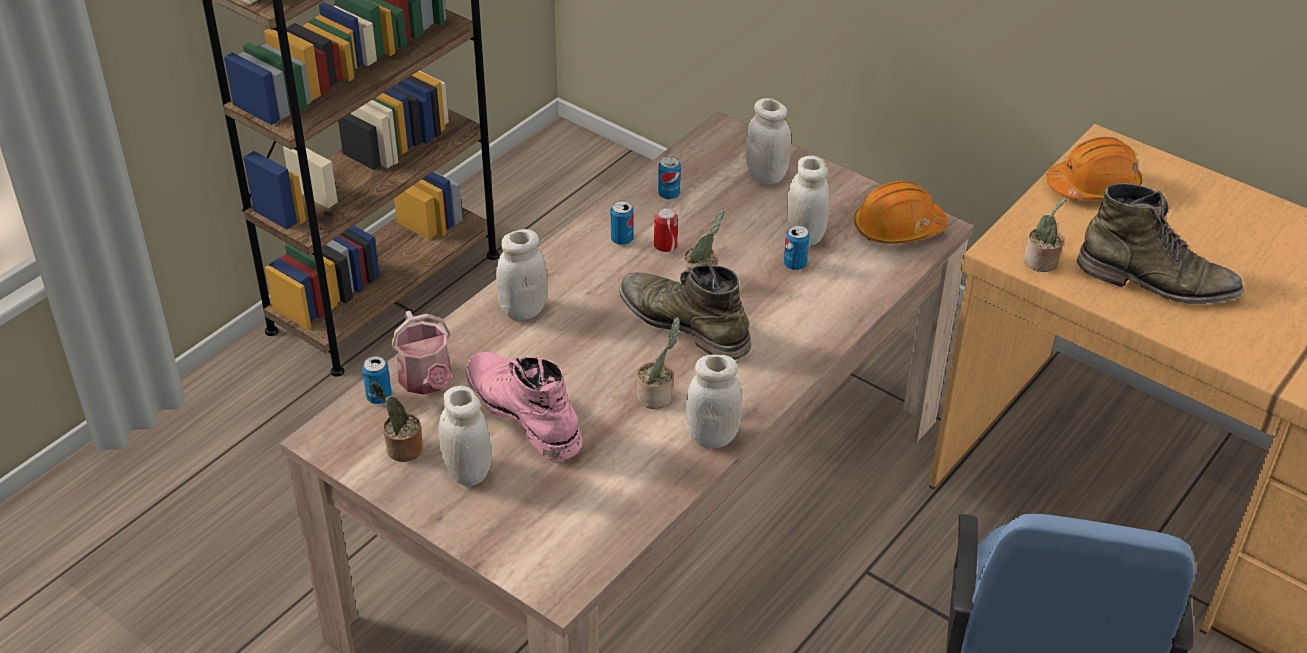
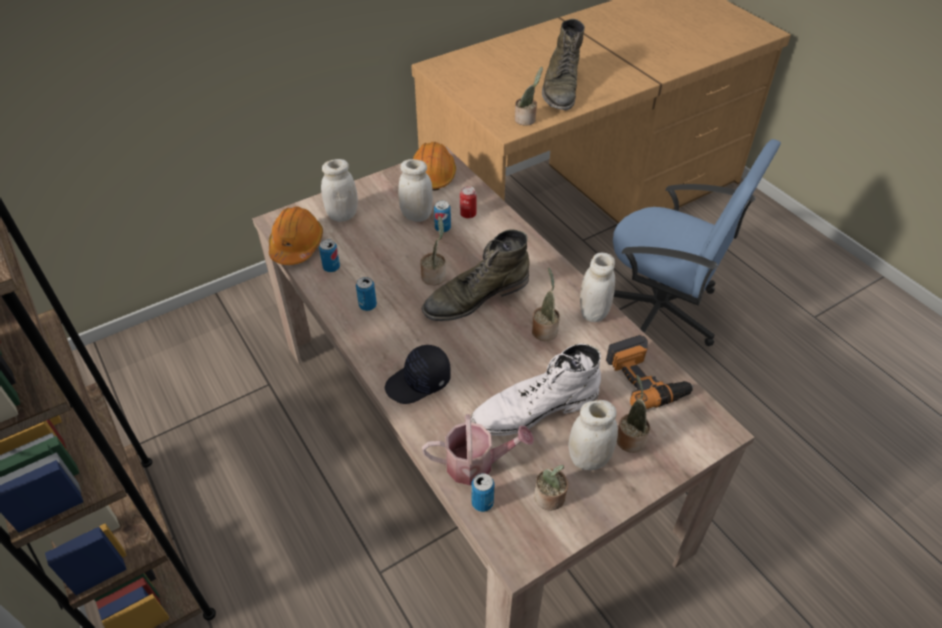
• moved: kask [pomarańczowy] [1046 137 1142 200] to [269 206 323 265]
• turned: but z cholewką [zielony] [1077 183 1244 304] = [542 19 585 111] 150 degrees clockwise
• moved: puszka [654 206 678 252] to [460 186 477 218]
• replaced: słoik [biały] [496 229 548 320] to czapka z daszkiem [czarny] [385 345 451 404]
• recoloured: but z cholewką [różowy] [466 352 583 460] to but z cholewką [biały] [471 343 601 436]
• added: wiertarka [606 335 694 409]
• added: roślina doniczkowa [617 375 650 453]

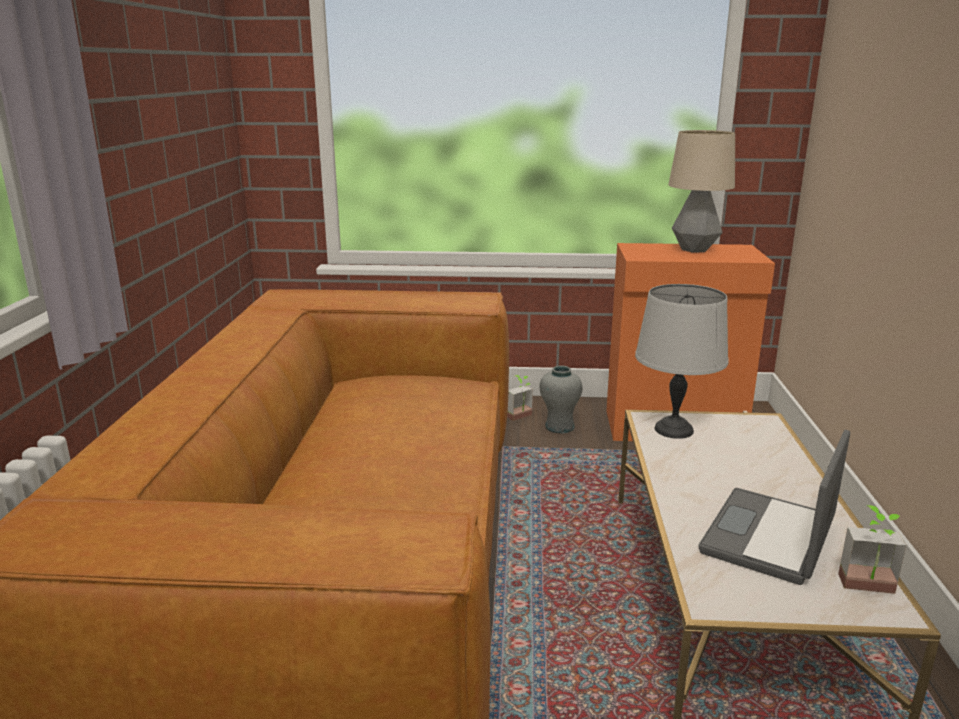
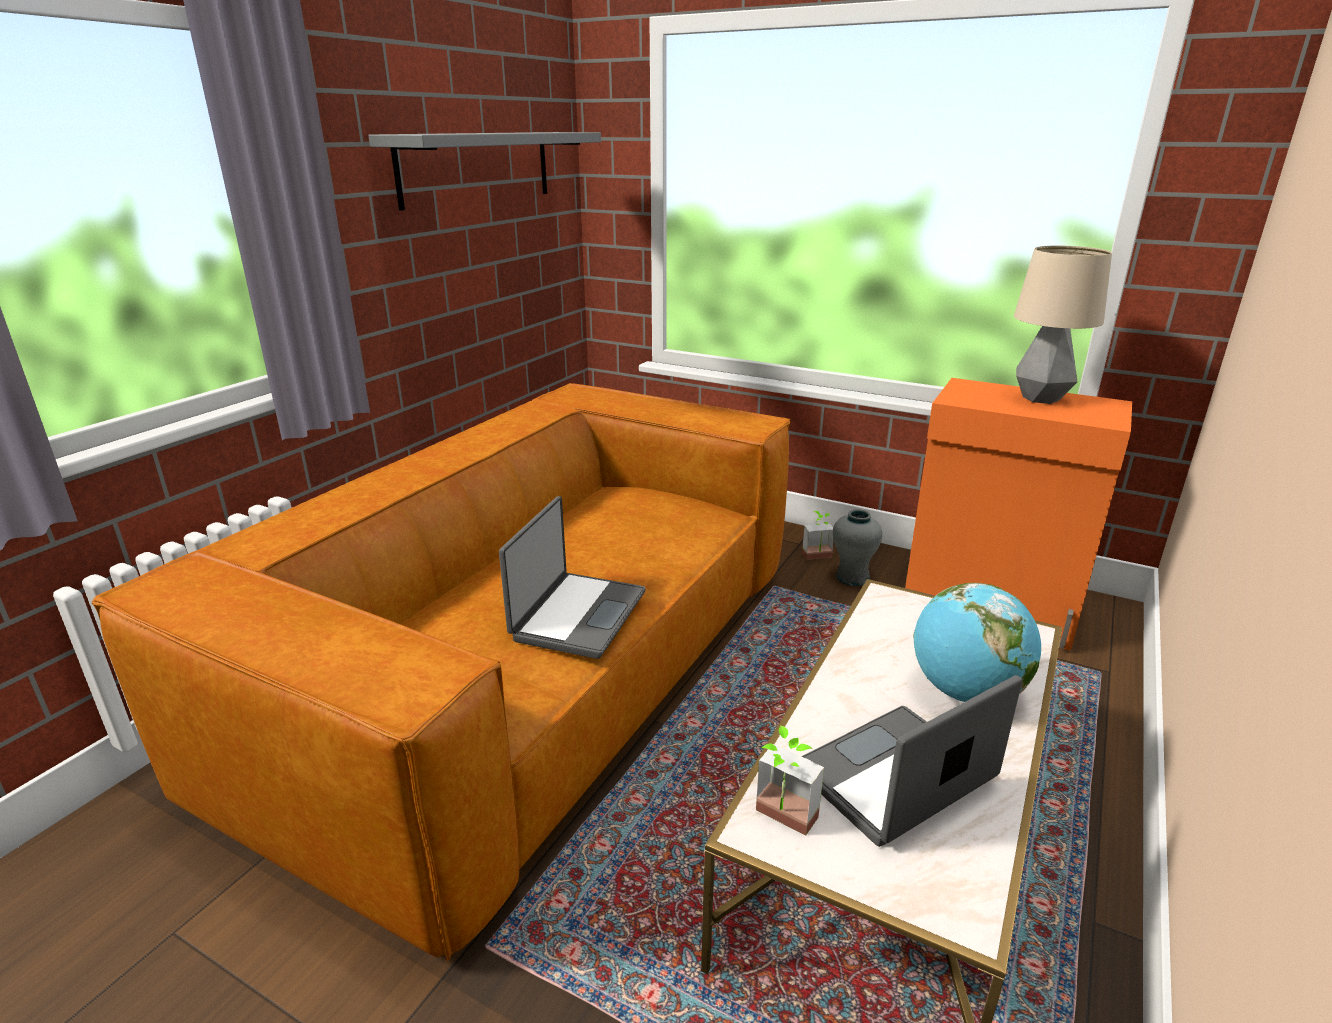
• removed: lampa stołowa [szary] [635 284 729 439]
• moved: roślina doniczkowa [838 505 906 594] to [756 726 824 836]
• added: półka [szary] [368 132 601 211]
• added: laptop [499 496 646 659]
• added: globus [913 583 1041 702]

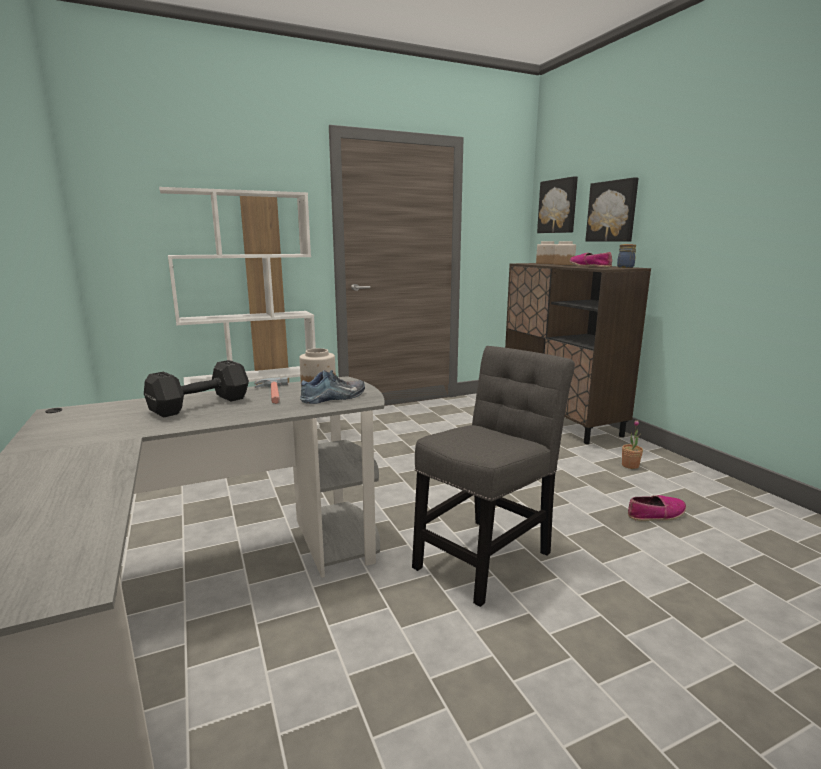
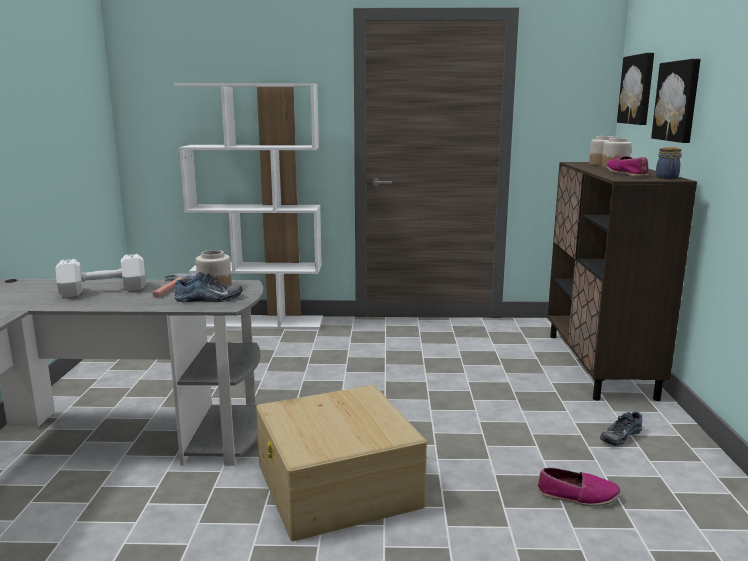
• replaced: krzesło [szary] [412 346 575 607] to pojemnik do przechowywania [beżowy] [256 385 428 541]
• recoloured: hantel [czarny] [144 360 249 417] to hantel [biały] [55 254 146 297]
• replaced: roślina doniczkowa [622 420 643 469] to but [600 411 642 446]

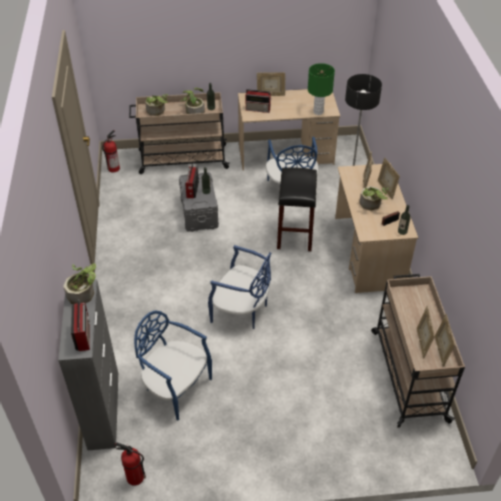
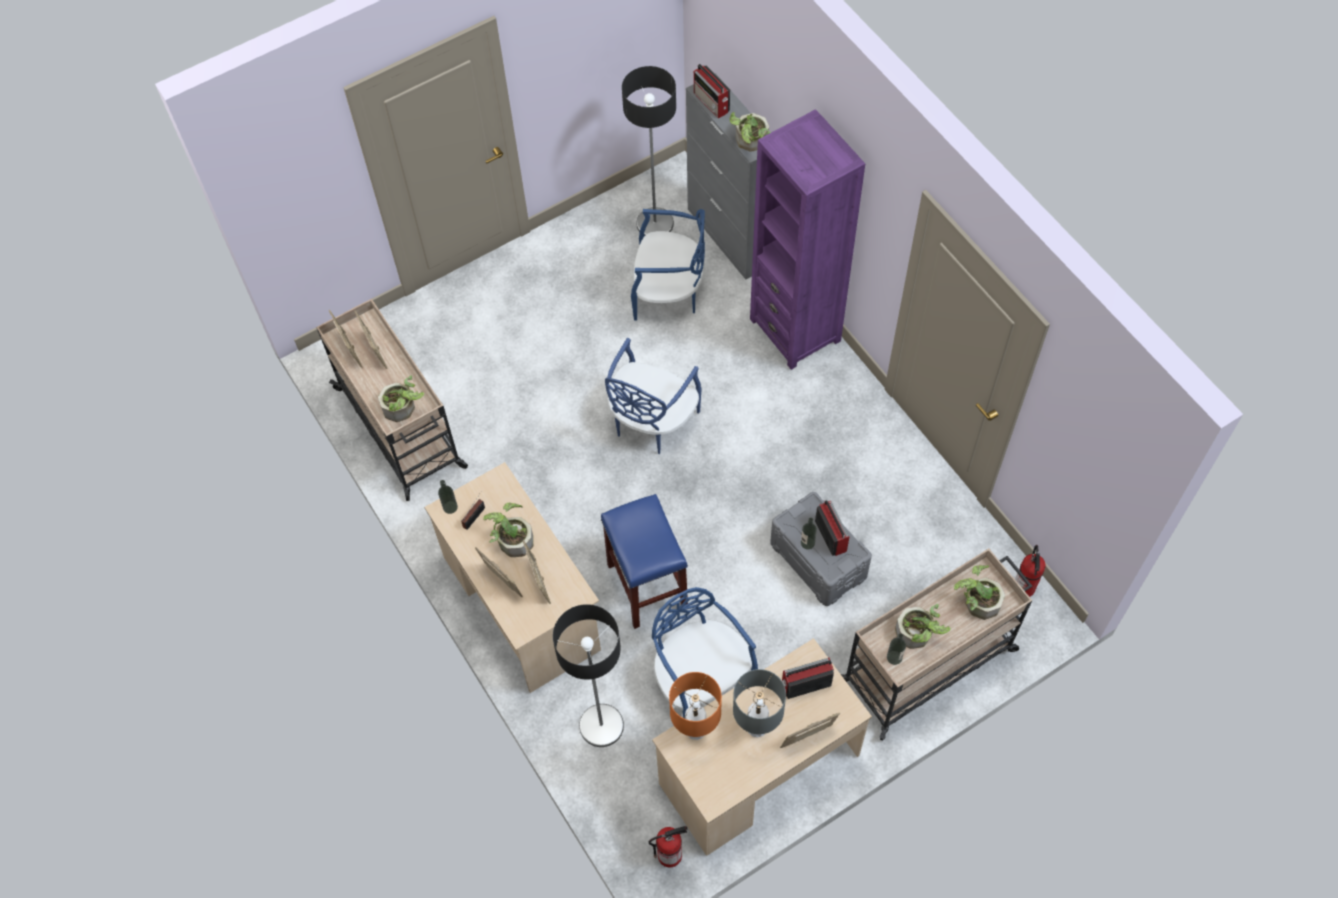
• recoloured: lampa stołowa [zielony] [308 63 335 115] to lampa stołowa [pomarańczowy] [669 672 722 740]
• recoloured: stołek [czarny] [277 168 317 251] to stołek [niebieski] [601 494 688 629]
• turned: krzesło [niebieski] [208 245 271 329] = [605 338 702 454] 60 degrees counterclockwise
• moved: gaśnica [114 442 146 486] to [649 826 688 867]
• added: lampa stojąca [622 66 676 235]
• added: regał [fioletowy] [750 109 865 370]
• added: roślina doniczkowa [378 375 424 422]
• added: lampa stołowa [szary] [733 669 786 737]

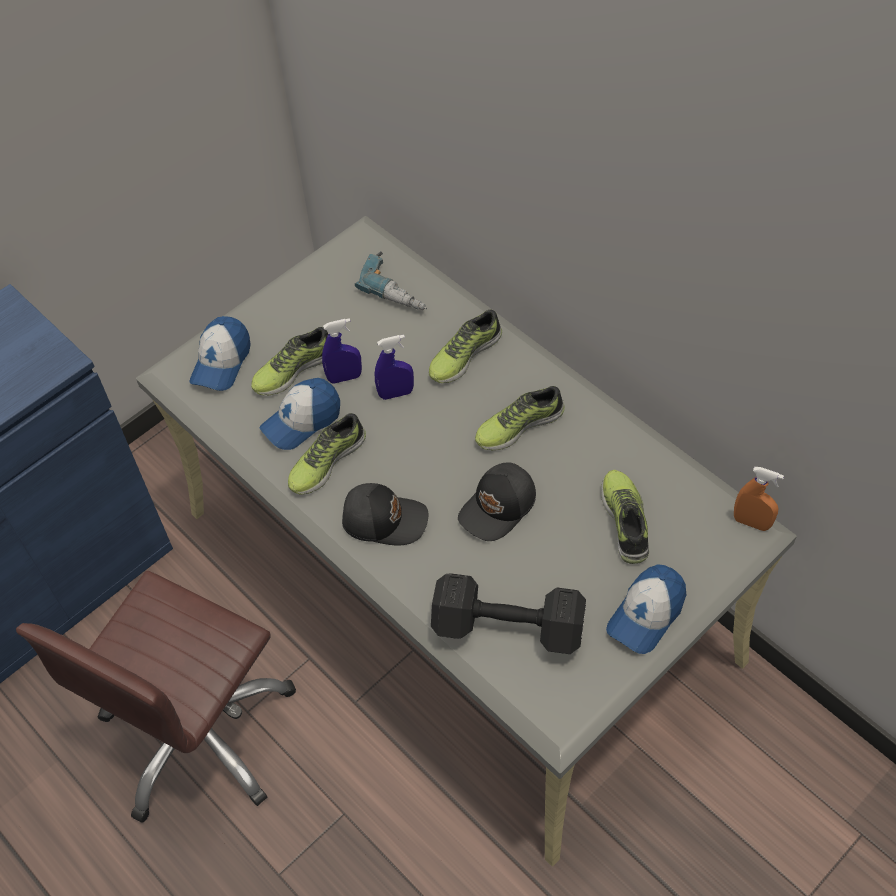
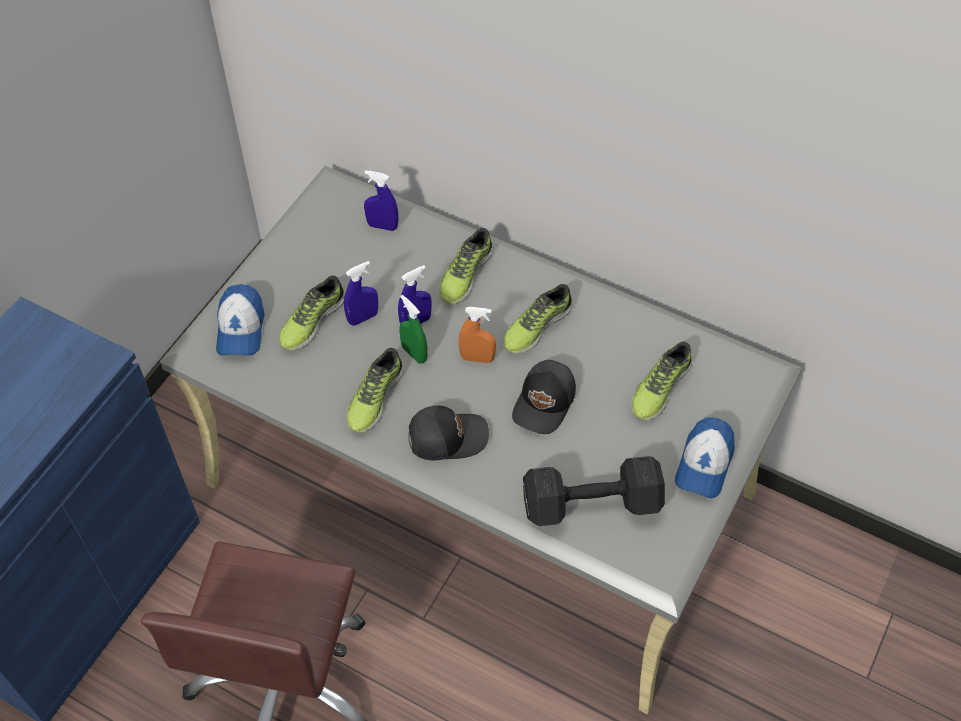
• replaced: wiertarka [355 251 427 310] to spryskiwacz [niebieski] [364 170 398 231]
• removed: czapka z daszkiem [260 378 340 450]
• moved: spryskiwacz [pomarańczowy] [734 467 784 531] to [459 307 496 363]
• turned: but [601 470 649 564] = [631 342 692 421] 120 degrees counterclockwise
• added: spryskiwacz [zielony] [399 295 428 364]

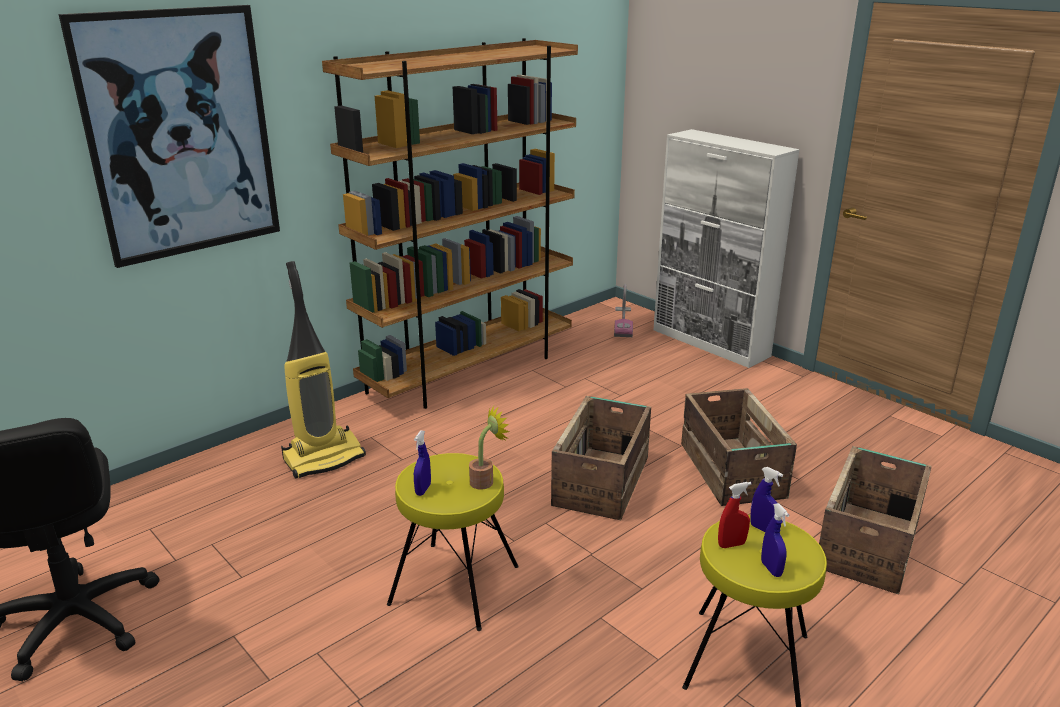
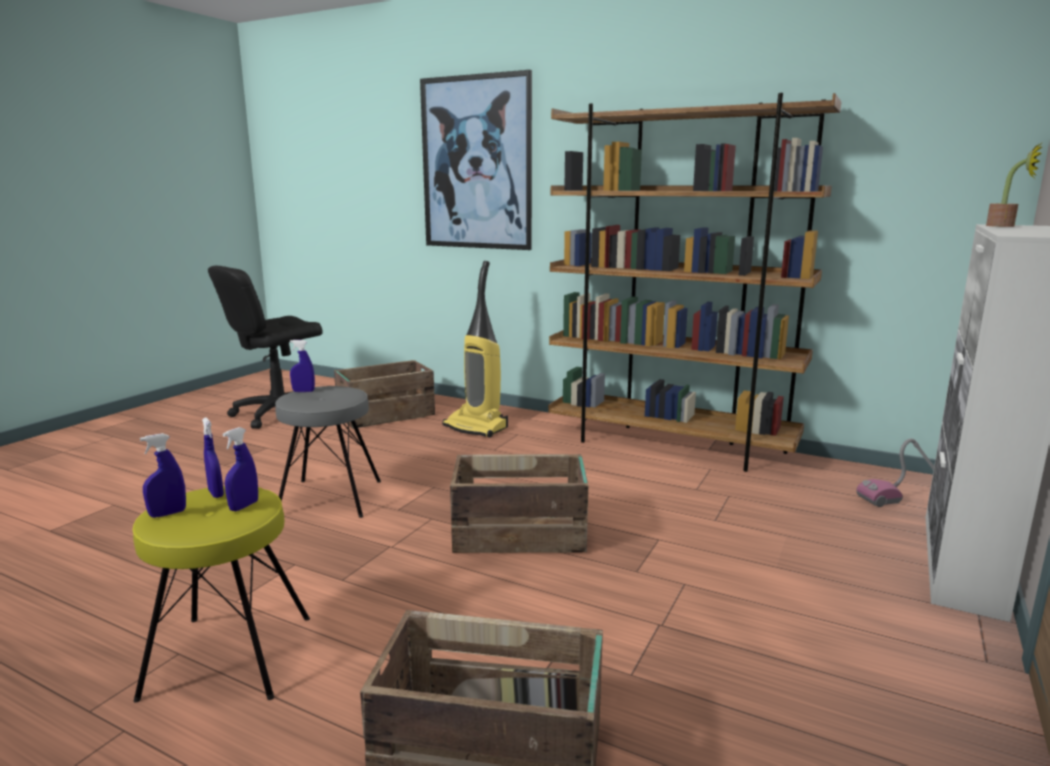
• moved: skrzynka [681 388 797 506] to [334 360 435 429]
• moved: roślina doniczkowa [469 404 509 490] to [986 143 1042 227]
• recoloured: stołek [żółty] [387 453 519 631] to stołek [szary] [275 386 381 518]
• recoloured: spryskiwacz [czerwony] [718 482 751 548] to spryskiwacz [niebieski] [202 418 224 498]

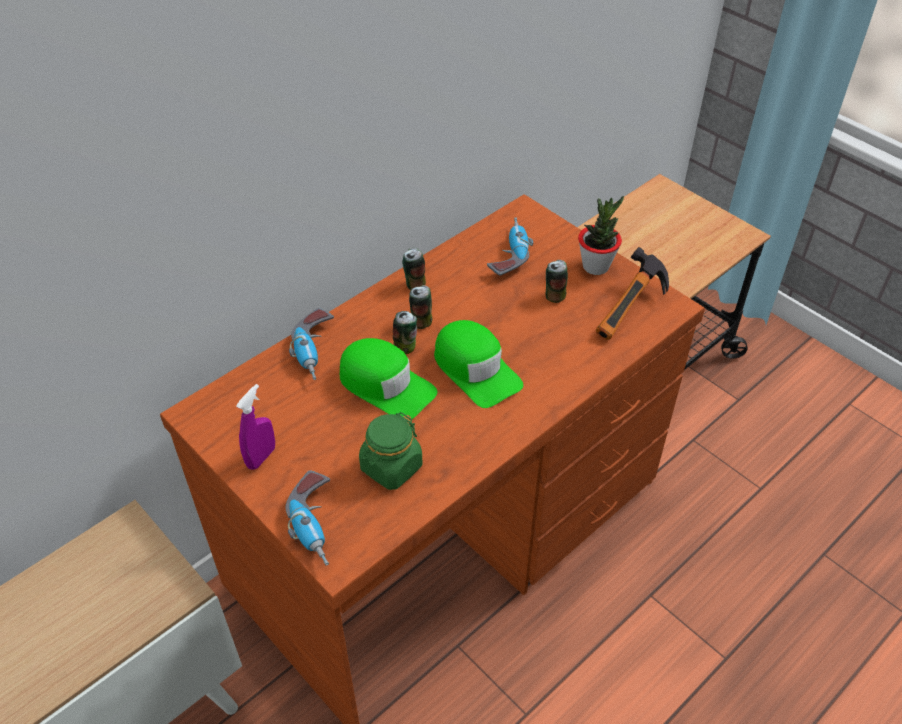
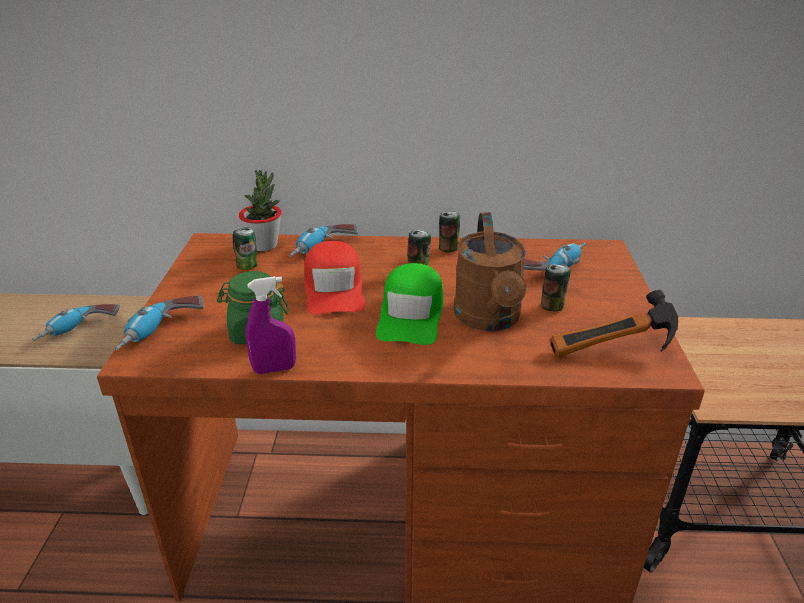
• moved: roślina doniczkowa [578 196 624 275] to [239 170 282 251]
• moved: puszka [393 311 417 354] to [233 227 257 270]
• recoloured: czapka z daszkiem [zielony] [340 338 438 419] to czapka z daszkiem [czerwony] [304 241 365 315]
• moved: spryskiwacz [fioletowy] [236 384 275 470] to [246 276 296 374]
• added: konewka [brązowy] [454 212 526 331]
• added: wiertarka [32 304 120 341]

